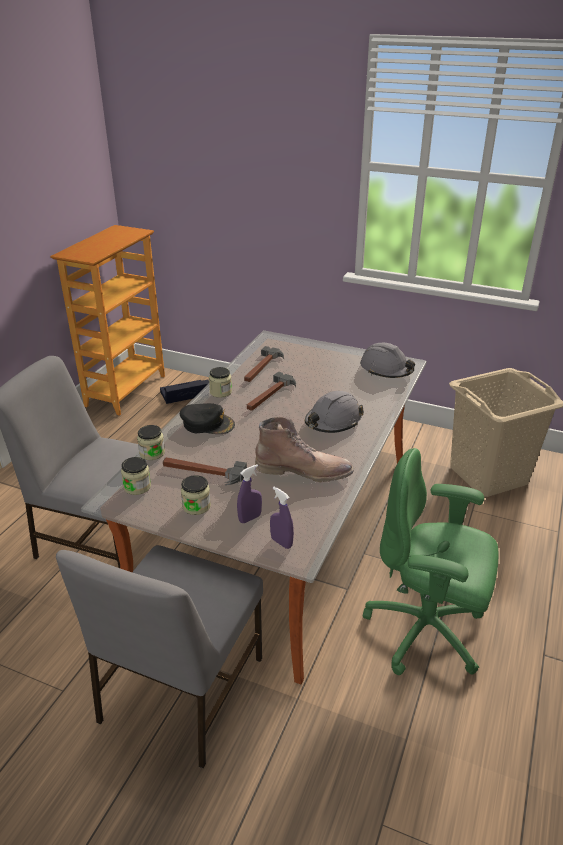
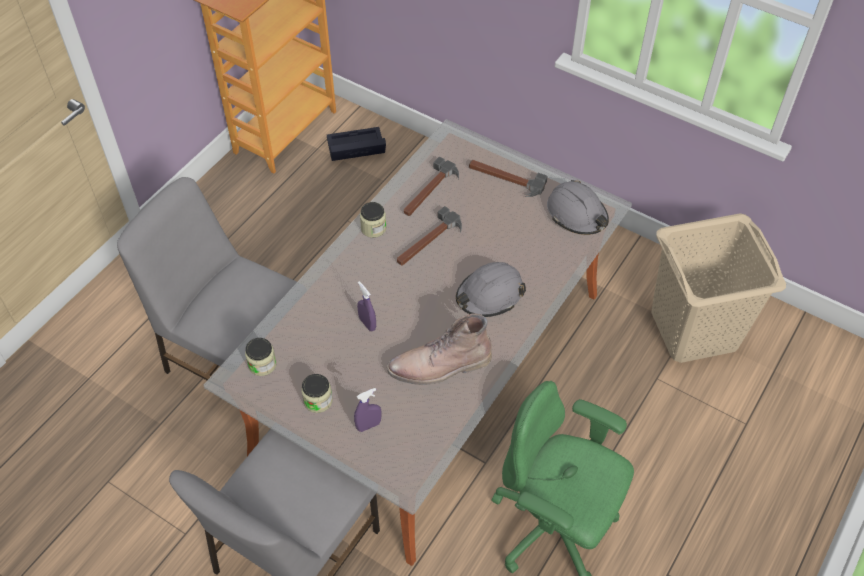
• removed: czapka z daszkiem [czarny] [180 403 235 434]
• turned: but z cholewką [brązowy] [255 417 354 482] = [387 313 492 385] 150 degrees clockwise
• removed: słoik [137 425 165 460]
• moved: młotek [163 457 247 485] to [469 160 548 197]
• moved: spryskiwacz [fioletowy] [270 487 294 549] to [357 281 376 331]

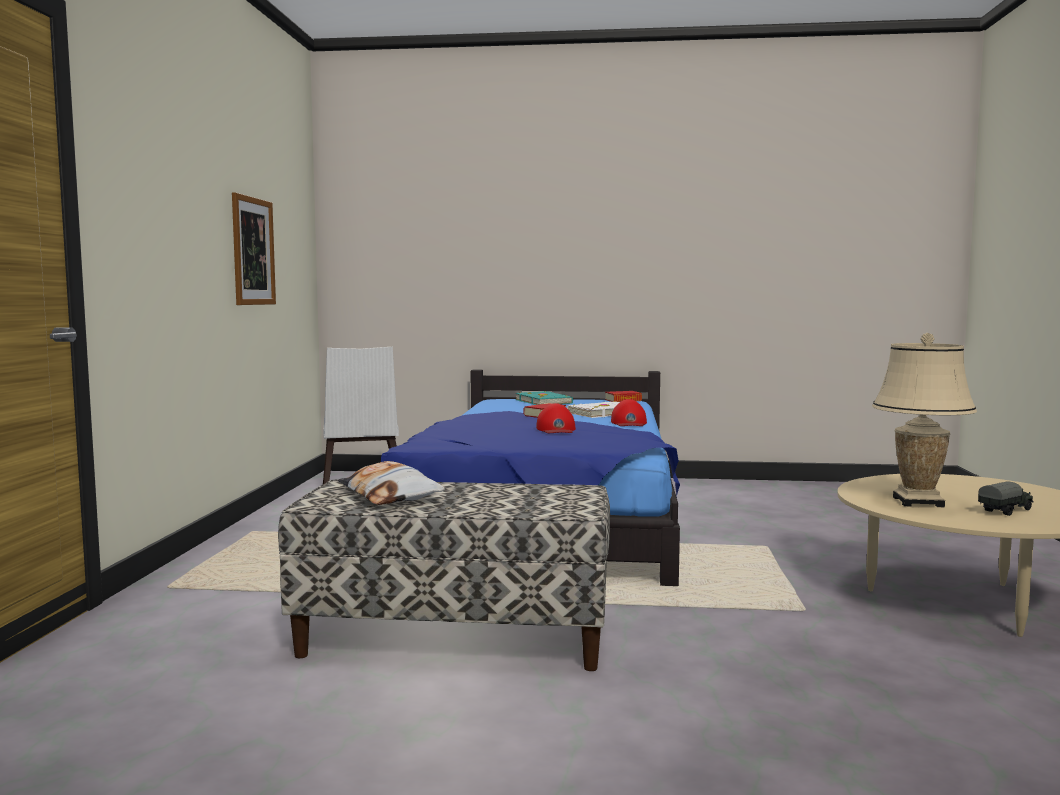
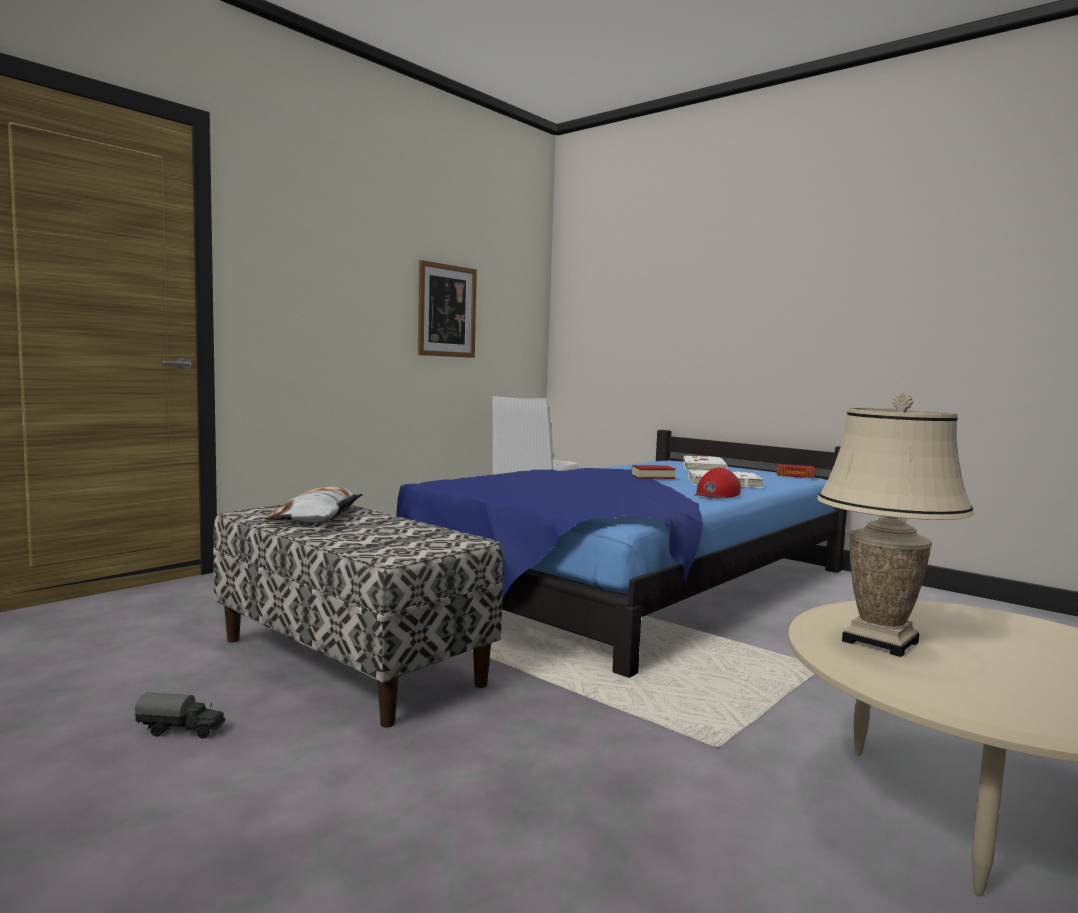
• recoloured: książka [turkusowy] [515 391 573 405] to książka [biały] [683 455 728 471]
• removed: czapka z daszkiem [czerwony] [536 403 576 433]
• moved: ciężarówka zabawkowa [978 481 1034 516] to [135 692 225 739]

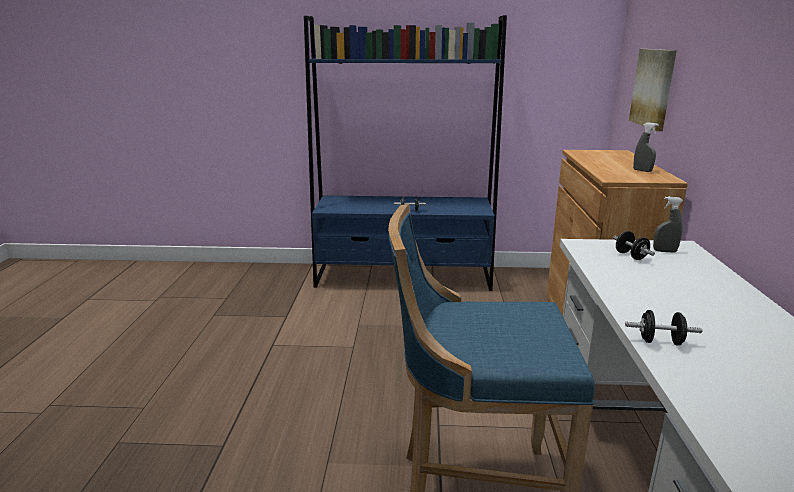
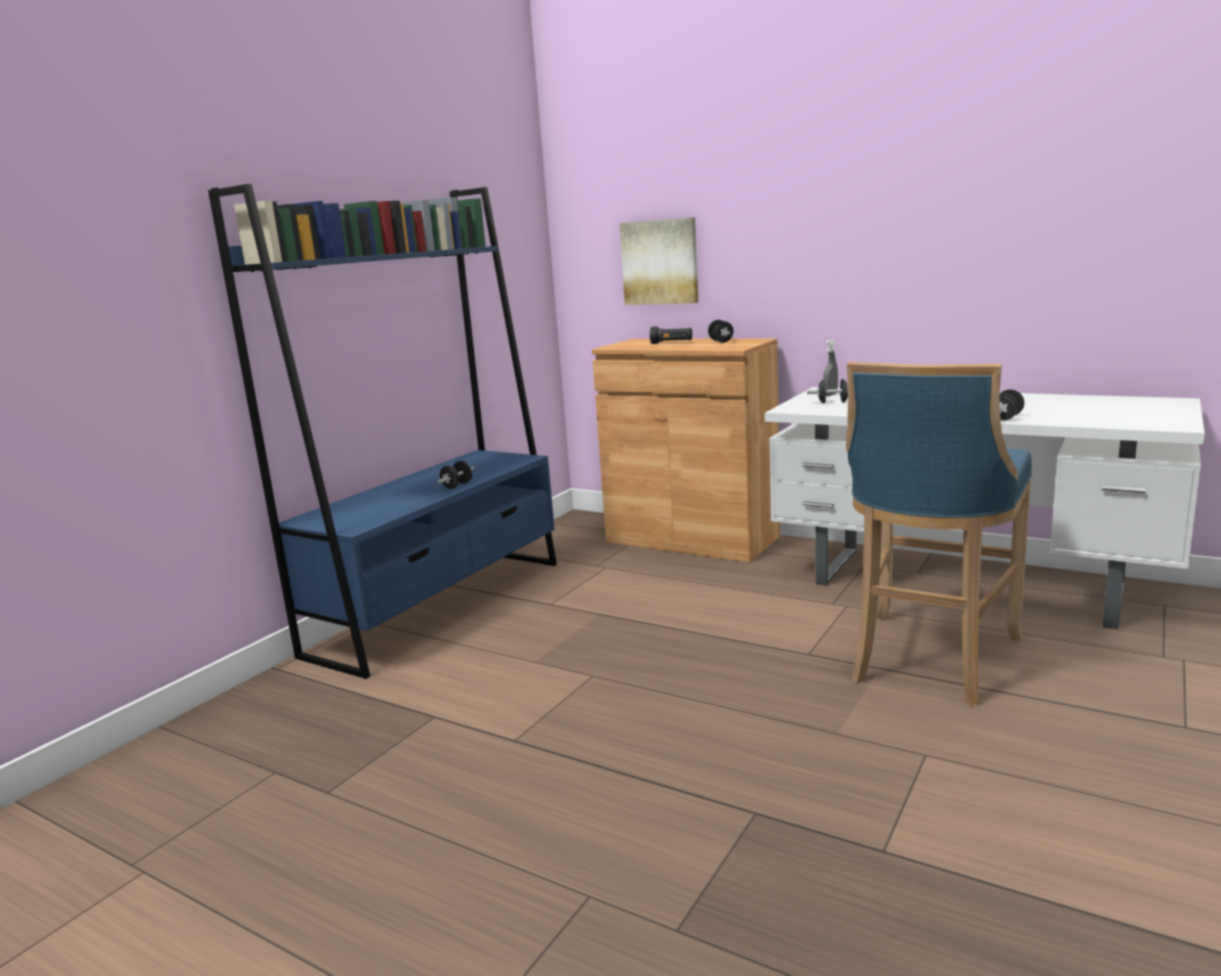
• replaced: spryskiwacz [szary] [633 122 659 172] to hantel [czarny] [708 320 734 342]
• added: latarka [czarny] [650 326 692 344]

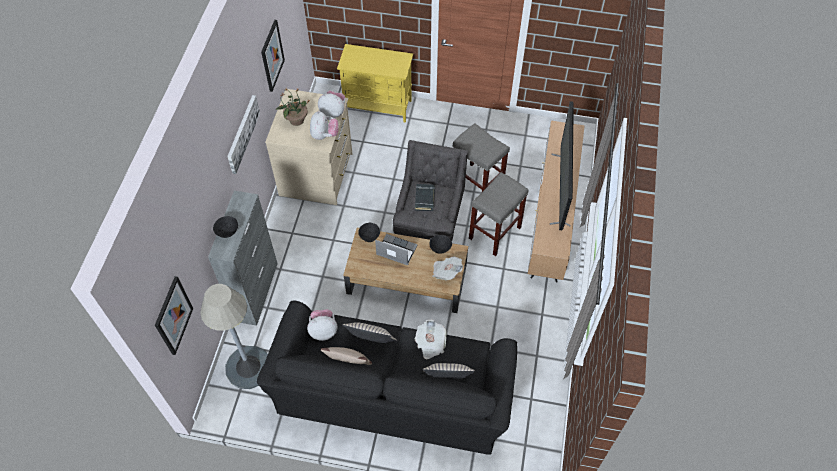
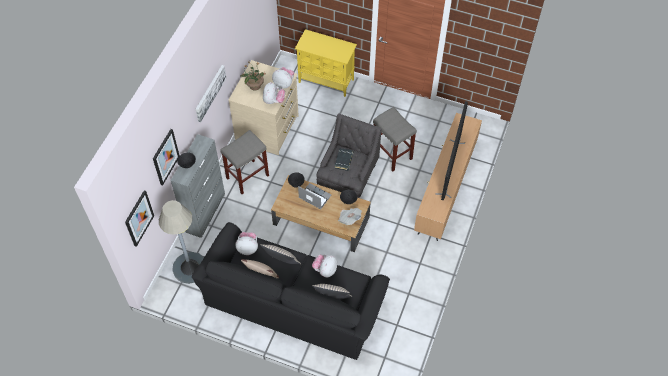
• moved: obraz [261 20 285 92] to [153 129 180 186]
• moved: stołek [szary] [469 172 528 256] to [220 130 269 194]
• replaced: gazeta [415 320 447 359] to pluszak [312 254 337 277]

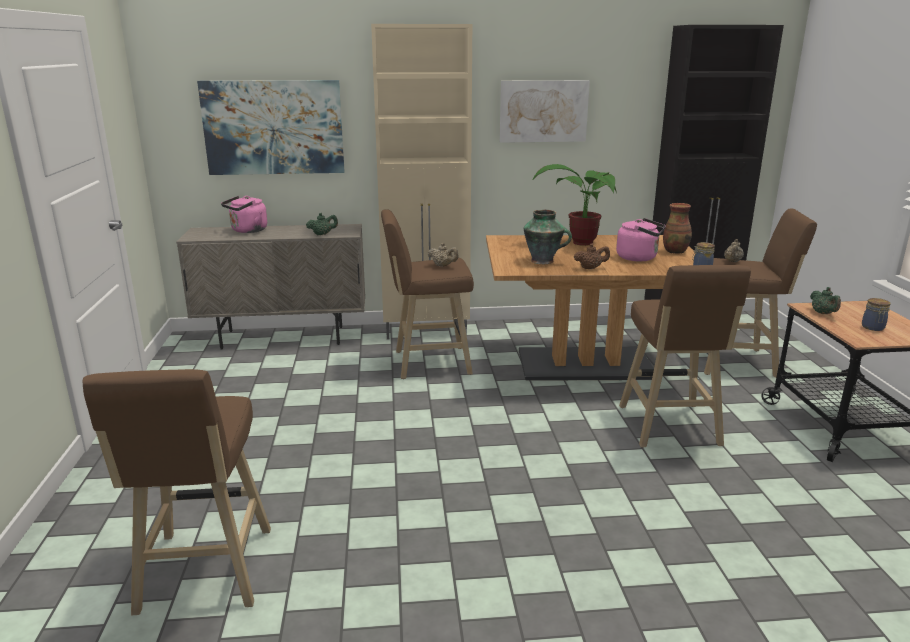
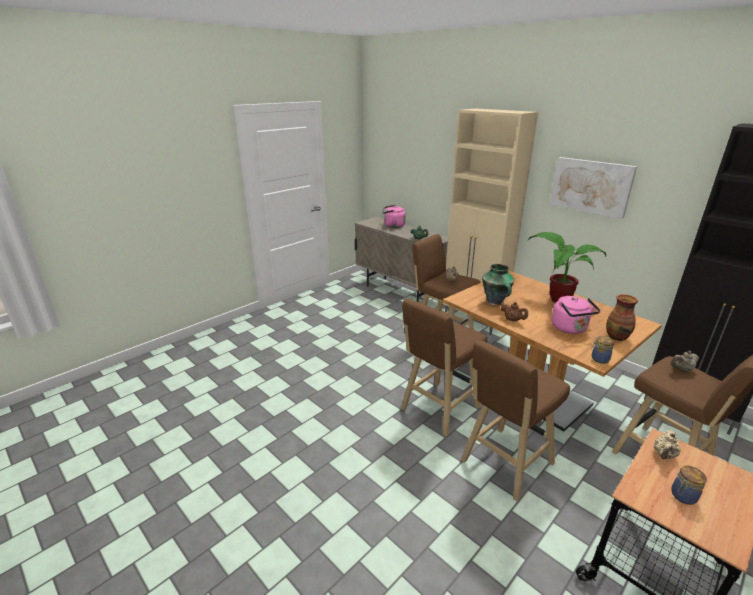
• removed: obraz [197 80 345 175]
• recoloured: imbryk [zielony] [810 287 841 314] to imbryk [beżowy] [653 430 681 459]
• moved: stołek [brązowy] [83 369 271 615] to [401 299 487 437]

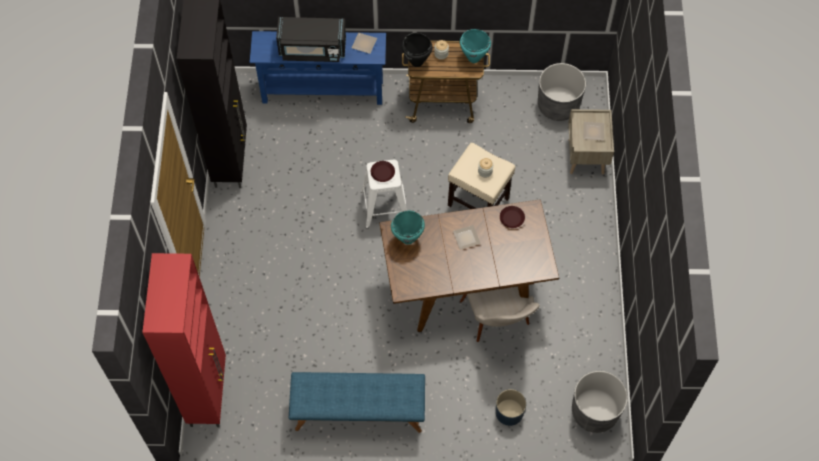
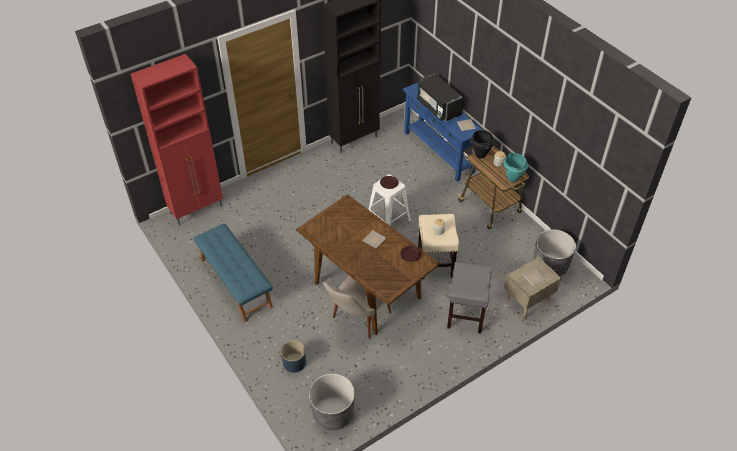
• removed: garnek [turkusowy] [391 211 425 245]
• added: stołek [szary] [447 262 492 333]

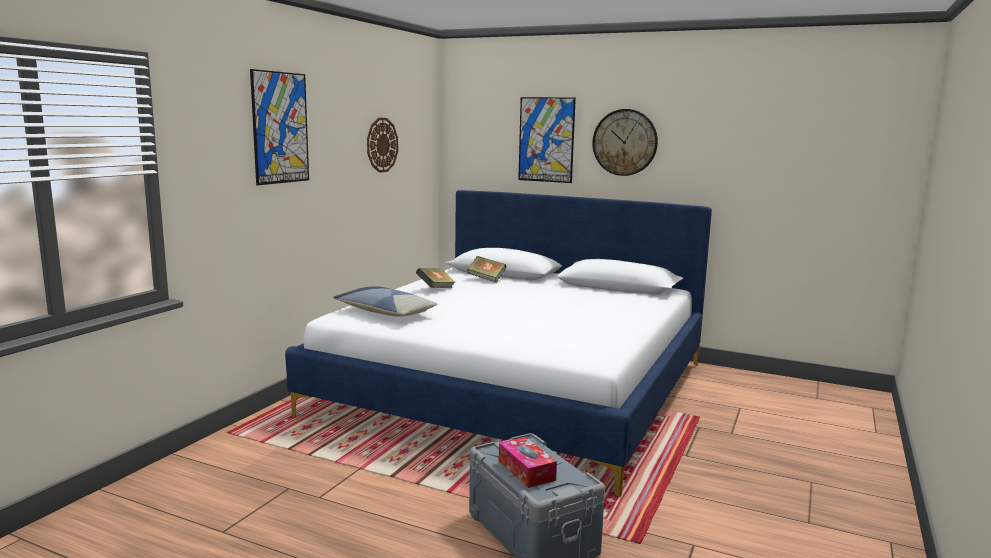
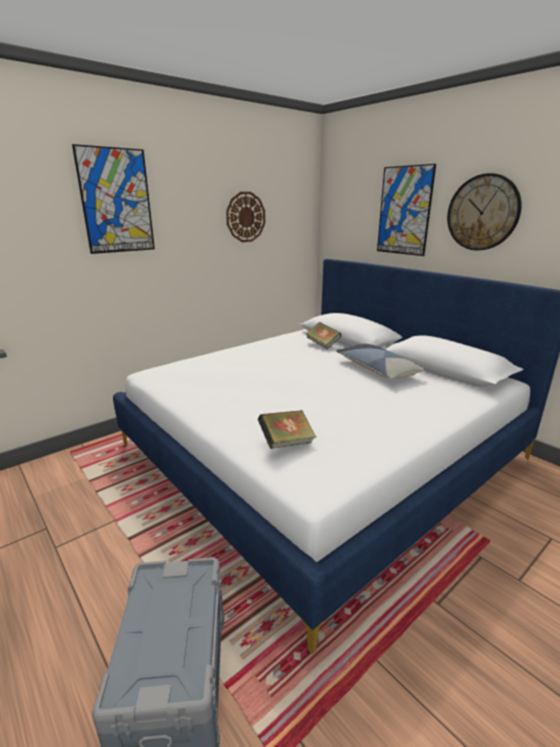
• moved: książka [416 268 455 288] to [258 410 316 449]
• moved: poduszka [333 286 438 317] to [336 344 426 379]
• removed: pudełko chusteczek [499 437 557 488]

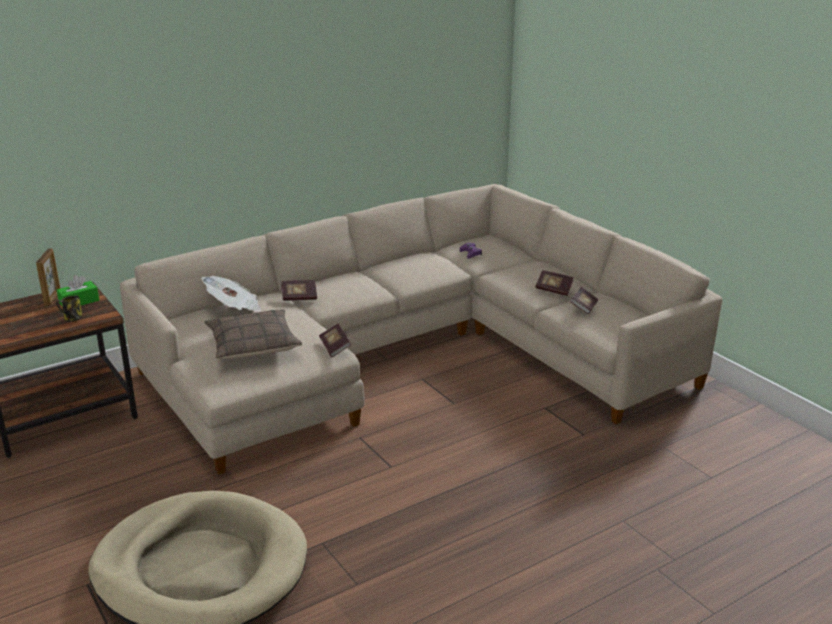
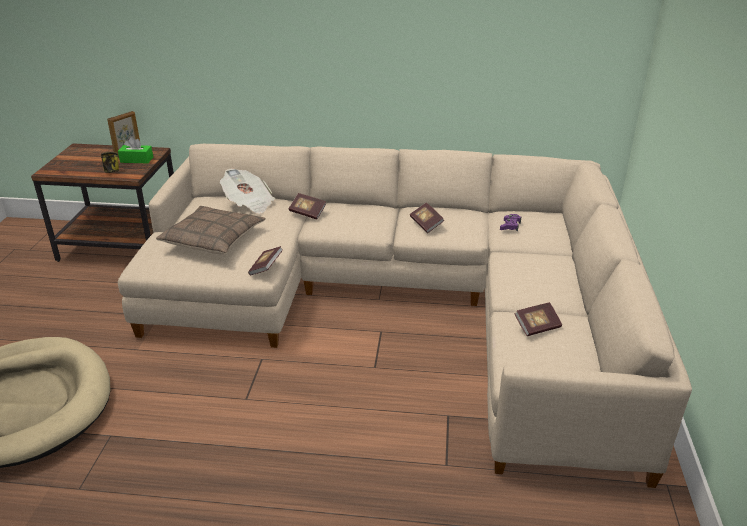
• moved: książka [535 270 574 296] to [410 202 444 233]

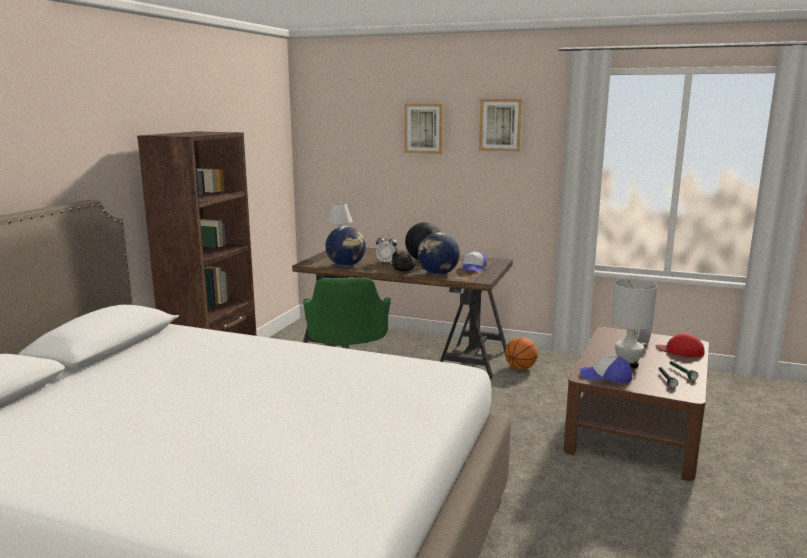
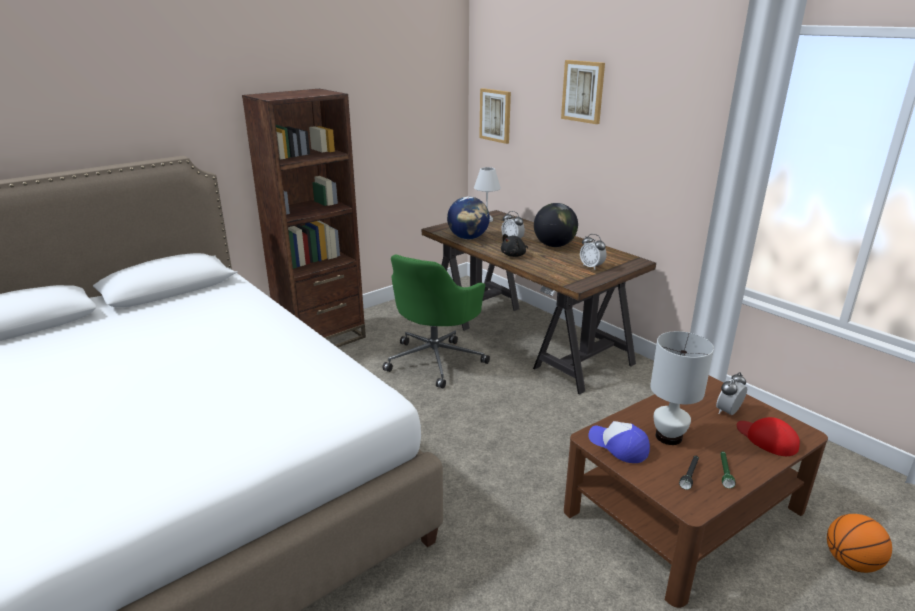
• moved: obraz [479 99 523 152] to [479 88 511 144]
• removed: globus [418 232 460 275]
• replaced: czapka z daszkiem [462 251 487 273] to budzik [580 234 607 270]
• moved: piłka do koszykówki [505 337 538 370] to [827 514 892 573]

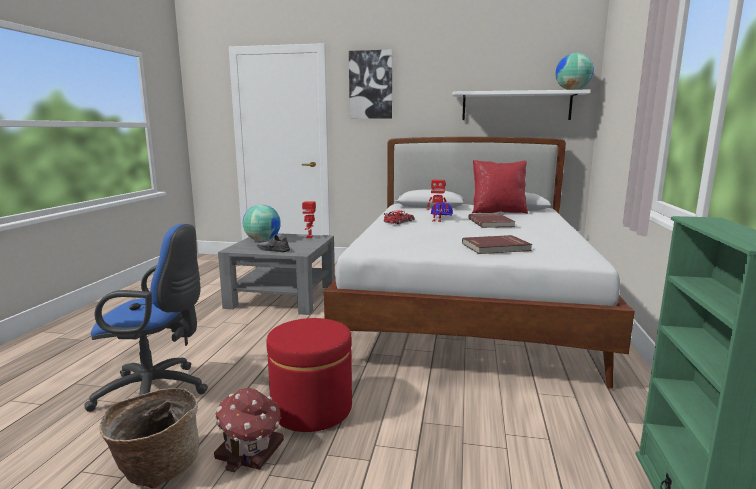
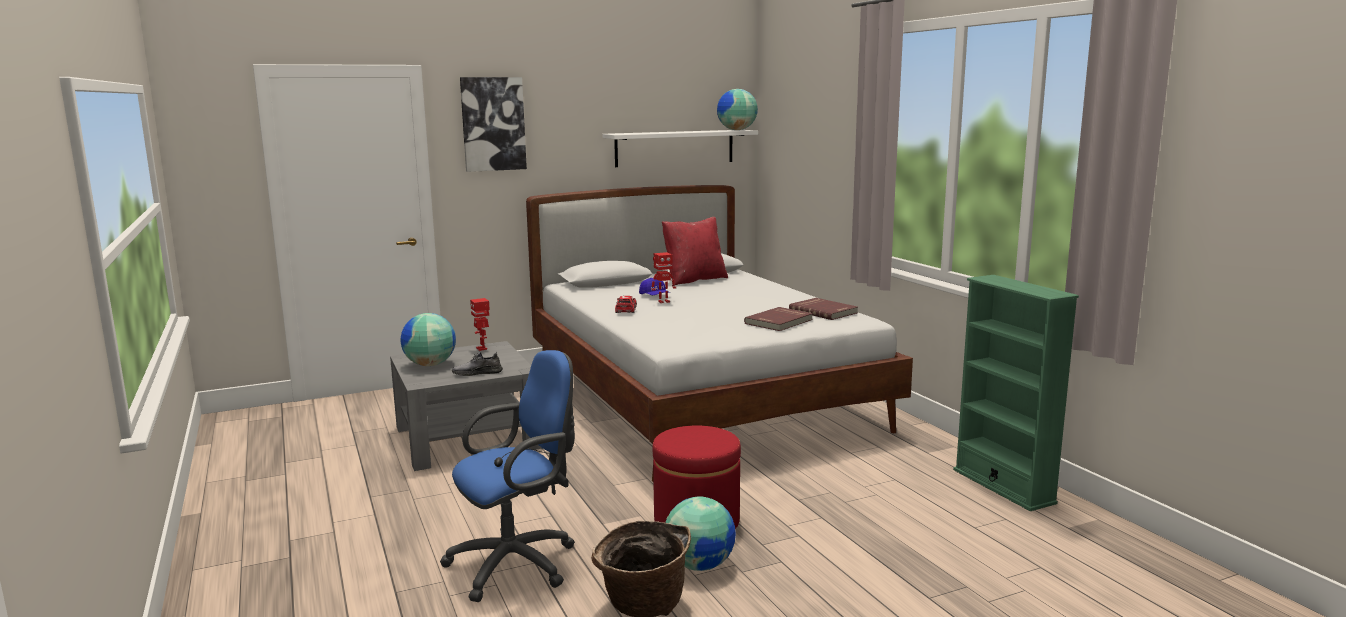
• moved: książka [czerwony] [468 214 516 228] to [789 298 858 320]
• replaced: domek [214 388 284 472] to globus [665 496 736 571]

